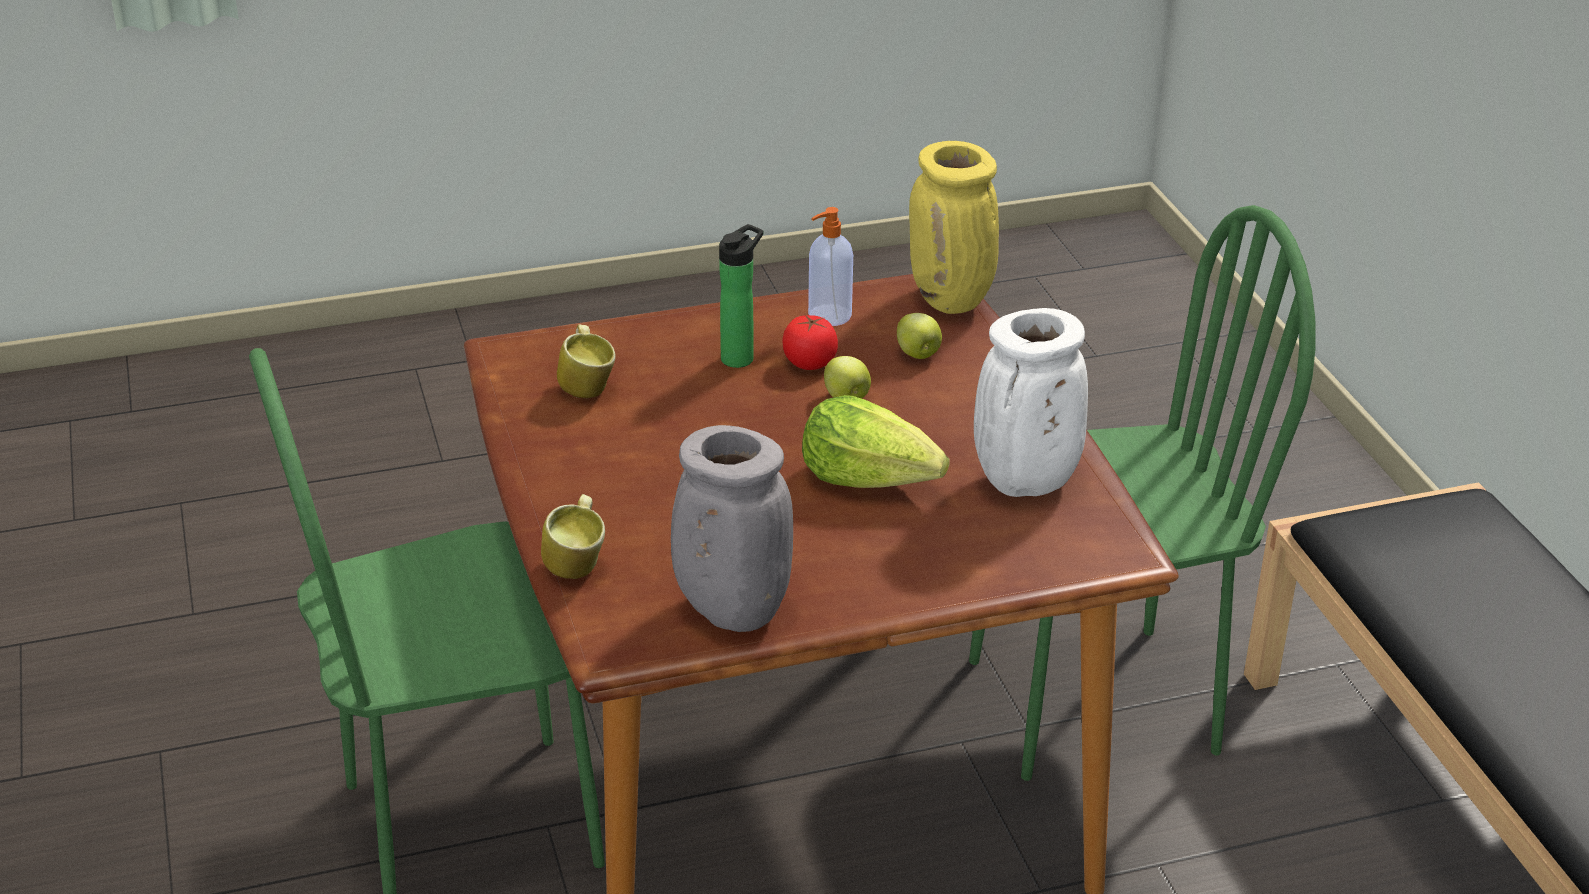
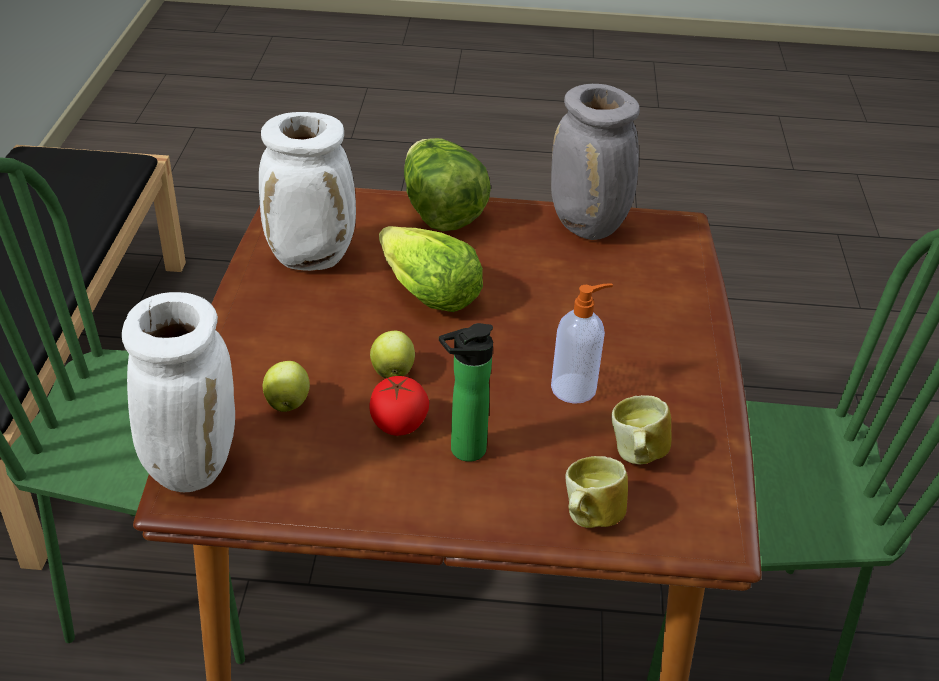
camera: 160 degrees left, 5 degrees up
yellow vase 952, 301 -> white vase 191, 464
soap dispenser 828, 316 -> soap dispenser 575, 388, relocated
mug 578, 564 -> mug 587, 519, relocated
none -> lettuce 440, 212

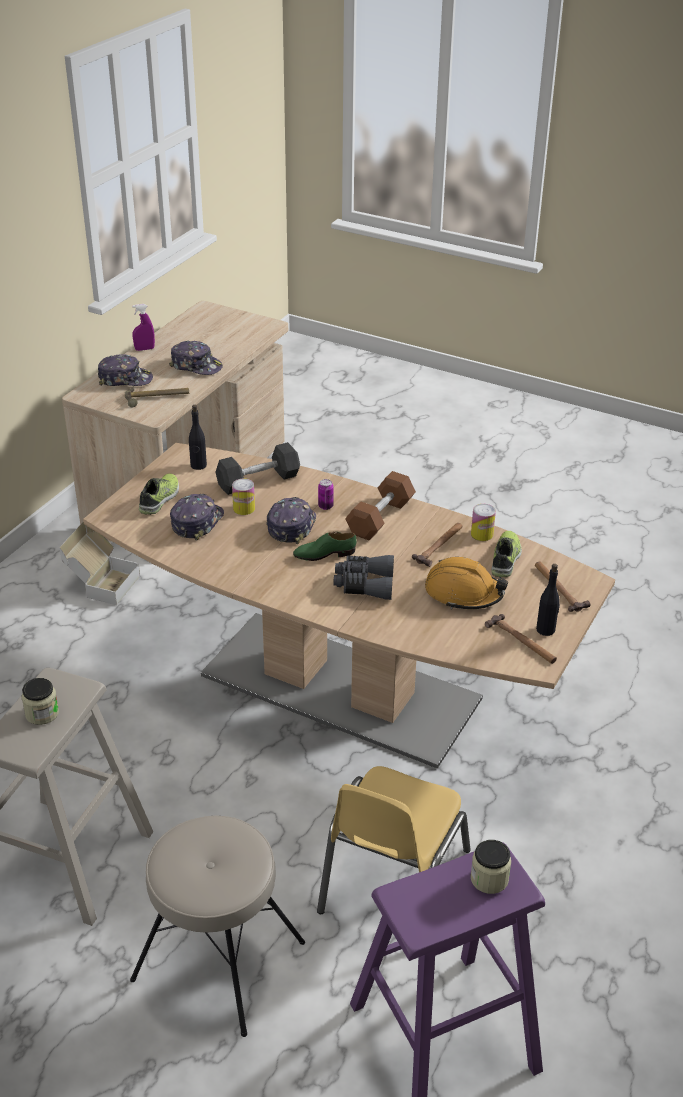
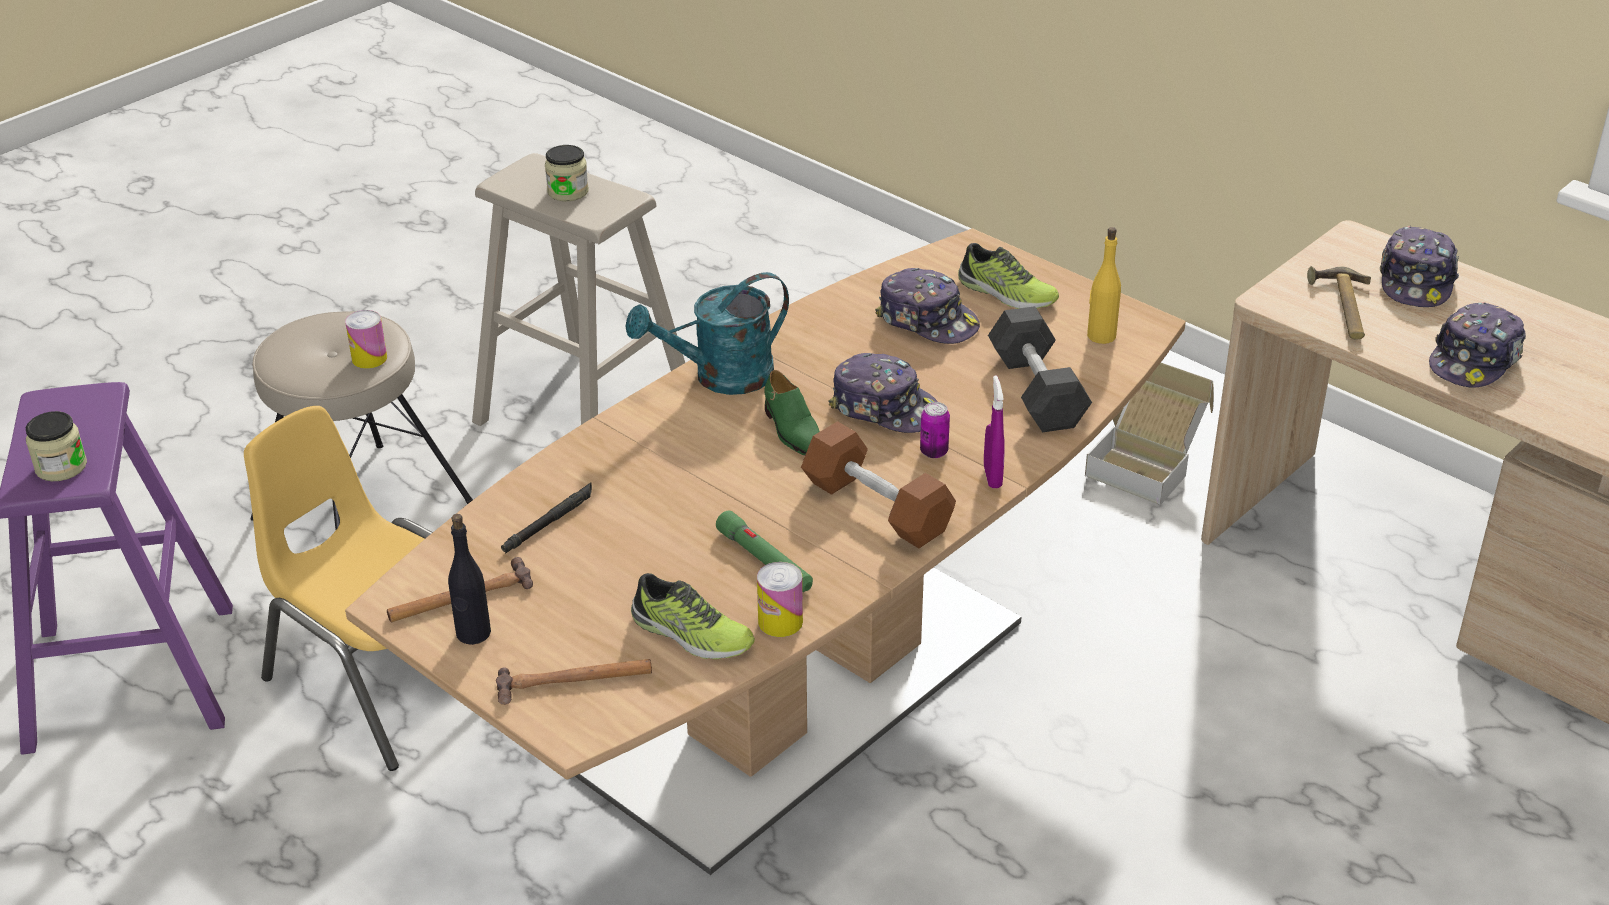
camera: 105 degrees right, 0 degrees up
purple spray bottle 144, 349 -> purple spray bottle 992, 477, relocated
black bottle 198, 465 -> yellow bottle 1101, 336
can 244, 508 -> can 369, 358, relocated
hammer 440, 545 -> green flashlight 765, 561
green shoe 324, 554 -> green shoe 792, 431, 150 degrees clockwise
grey binoculars 364, 584 -> none
orange hard hat 463, 593 -> none
none -> turquoise watering can 720, 378
none -> black flashlight 549, 522

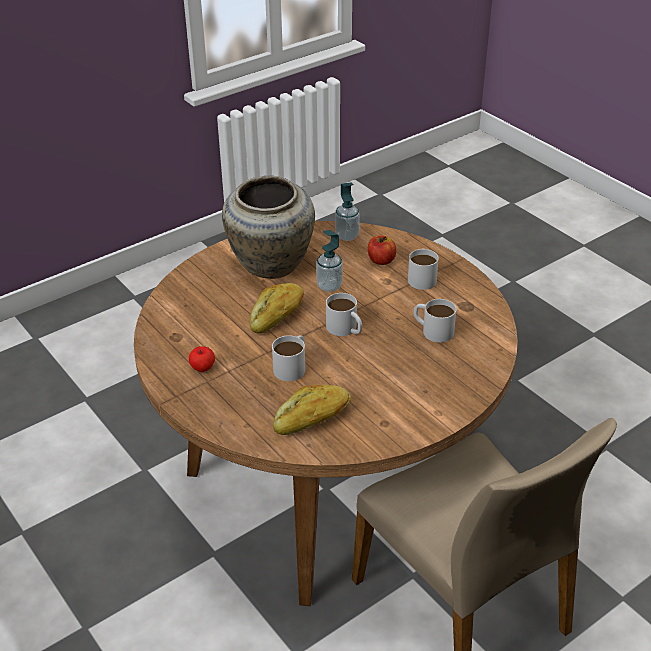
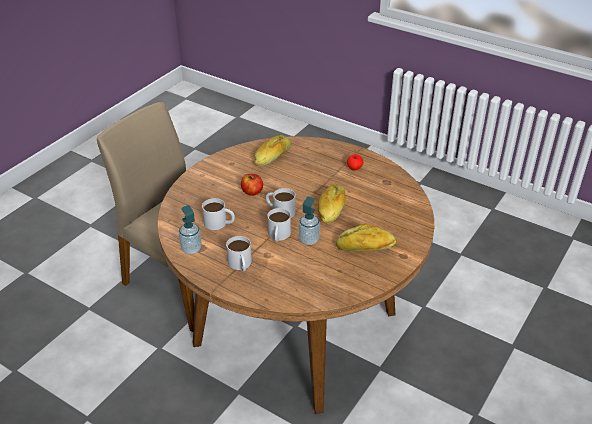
camera: 160 degrees right, 0 degrees up
beige vase 269, 265 -> bread 365, 247
soap dispenser 347, 236 -> soap dispenser 191, 249, relocated
apple 381, 260 -> apple 252, 192, relocated
white mug 292, 366 -> white mug 278, 236, relocated

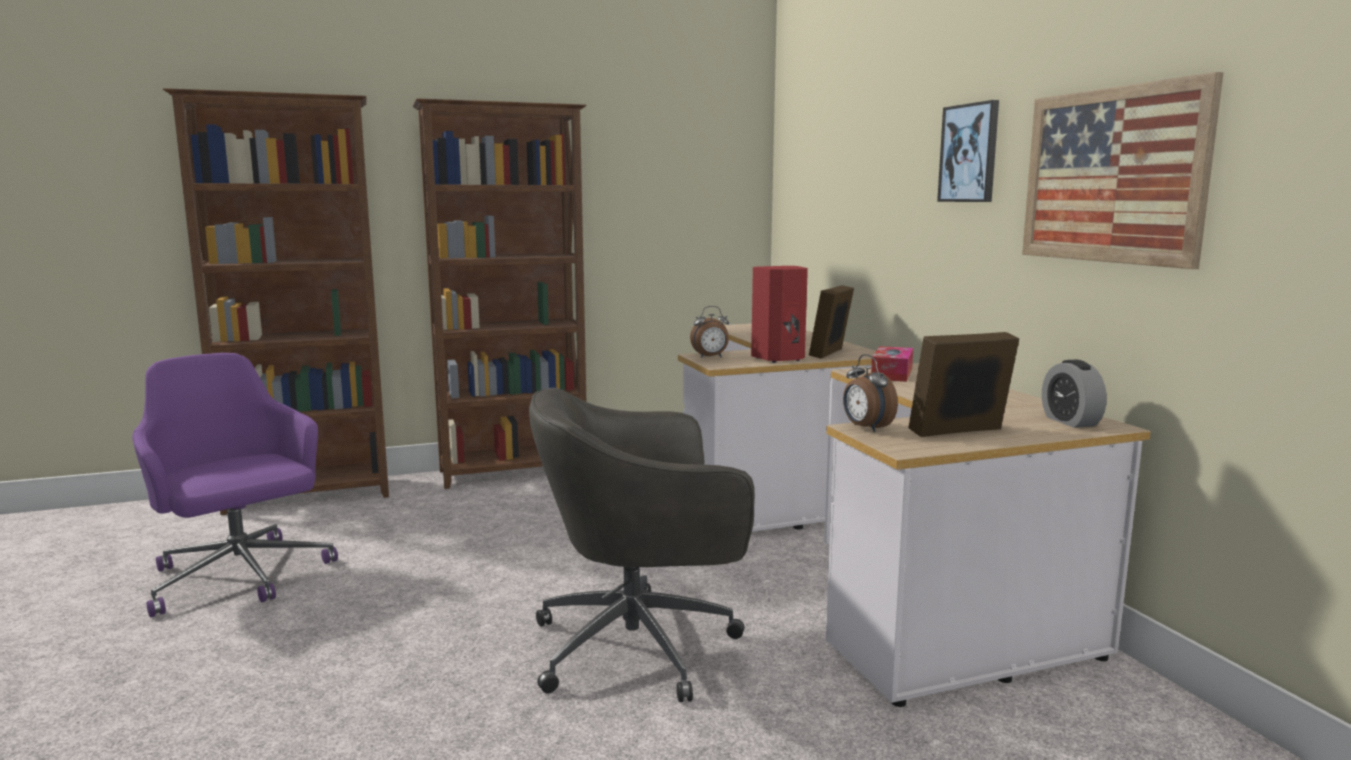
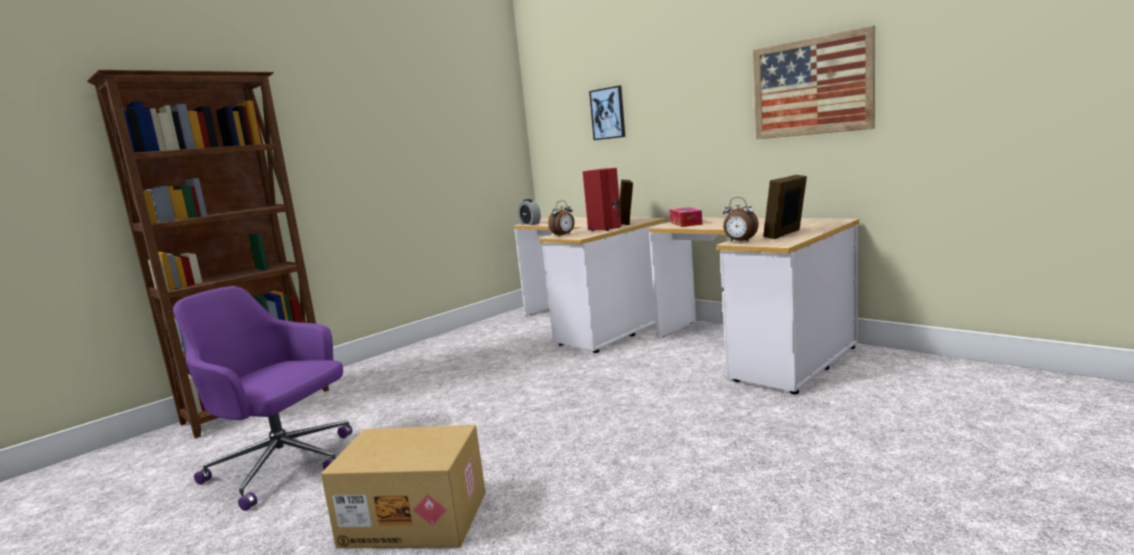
camera: 25 degrees left, 0 degrees up
brown bookcase 515, 472 -> none
picture 969, 153 -> picture 608, 113, relocated
alarm clock 1070, 421 -> alarm clock 530, 224, relocated
grey office chair 641, 646 -> none
none -> cardboard box 416, 517

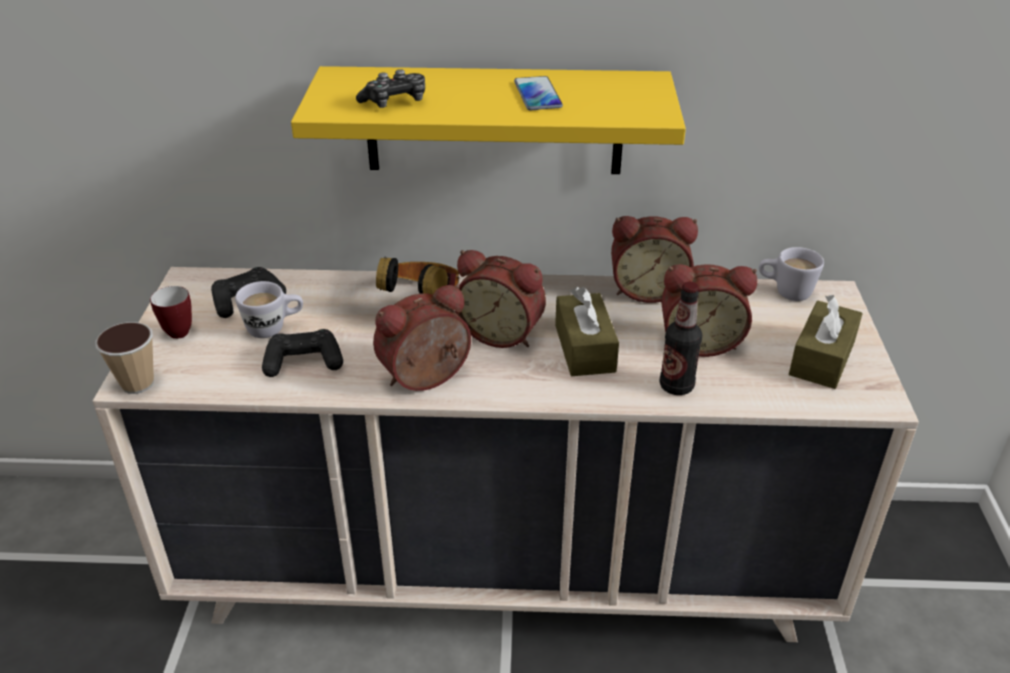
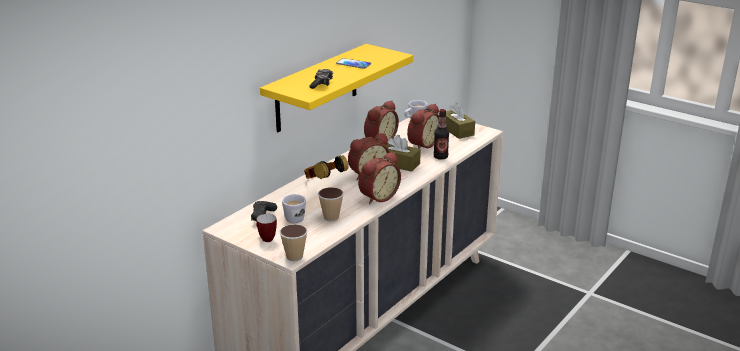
camera: 55 degrees left, 10 degrees down
alarm clock 427, 379 -> alarm clock 377, 197, 135 degrees counterclockwise
black game controller 303, 362 -> cup 331, 217

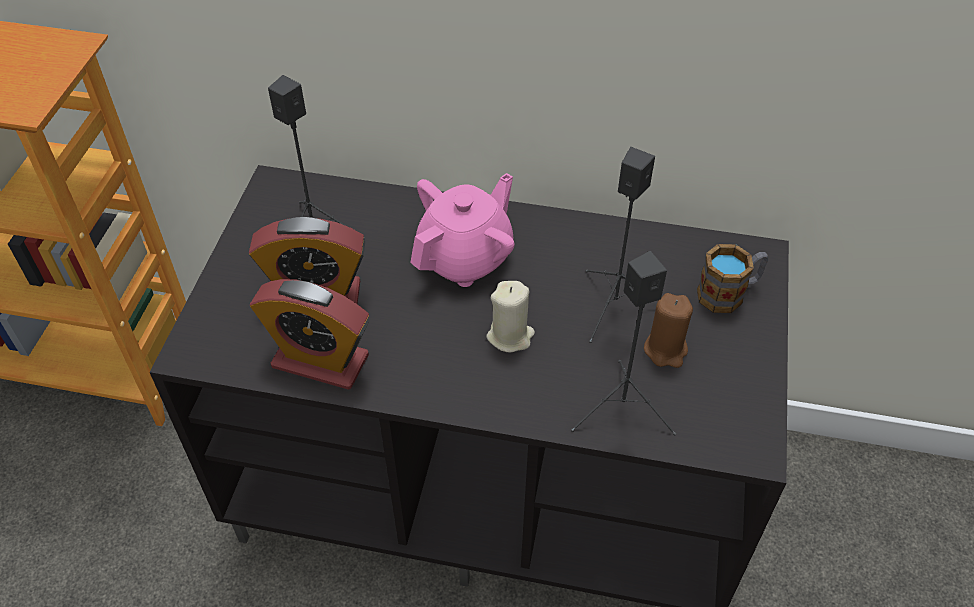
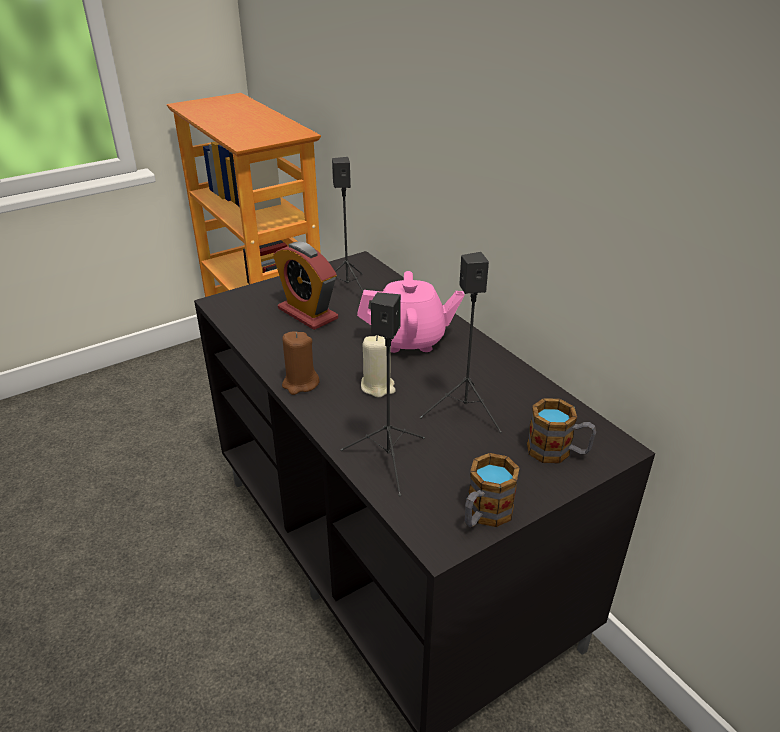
camera: 45 degrees right, 15 degrees down
alarm clock 320, 361 -> none
brown candle 665, 350 -> brown candle 300, 384, relocated
none -> mug 484, 515

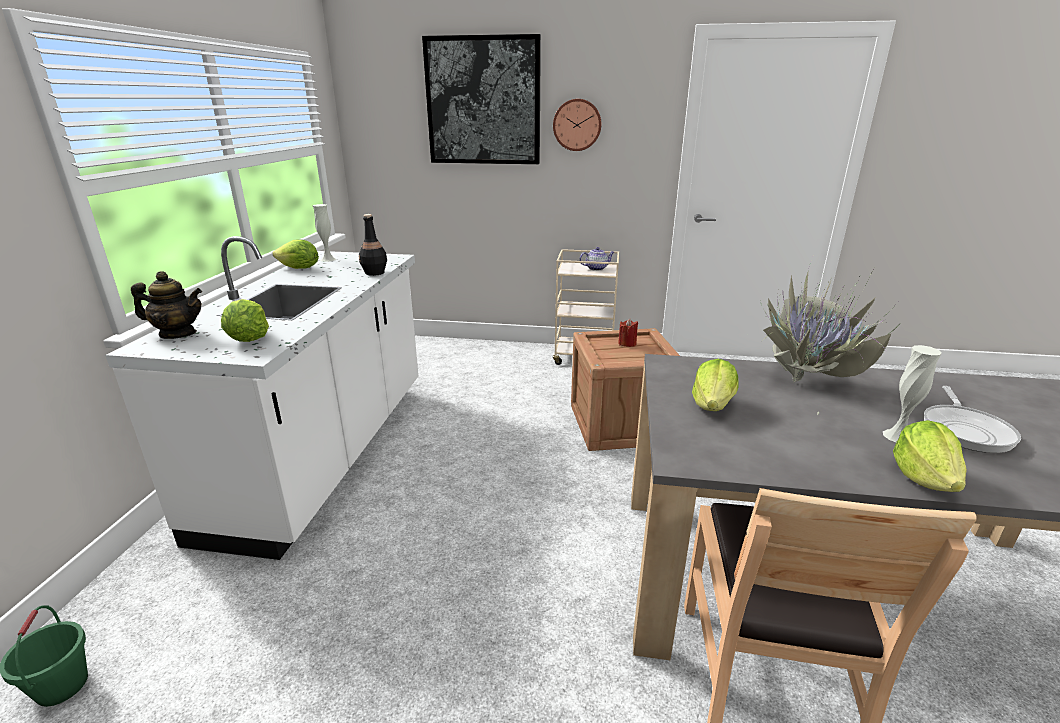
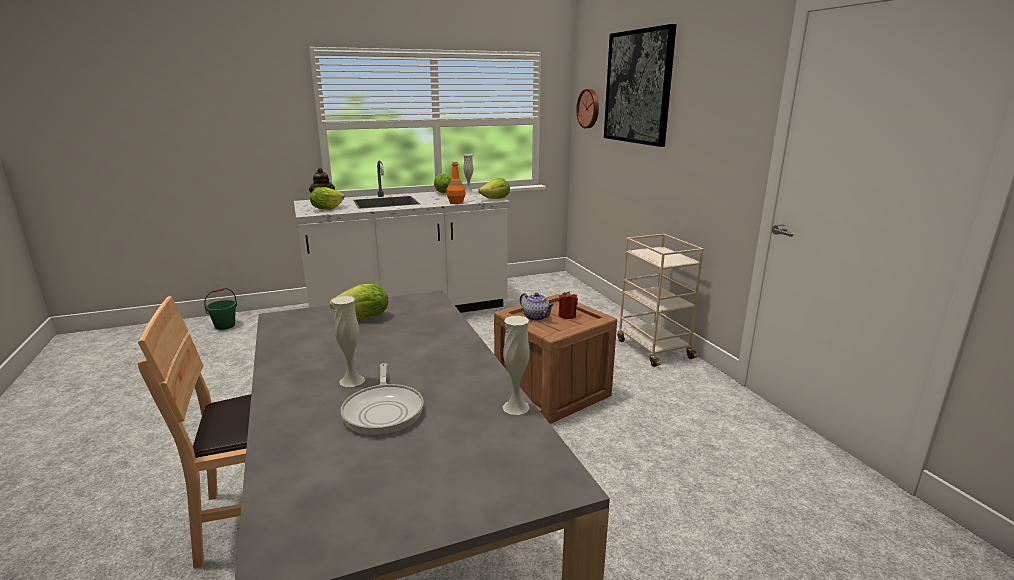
camera: 60 degrees right, 5 degrees down
wall clock 577, 125 -> wall clock 589, 108, relocated
black bottle 375, 273 -> orange bottle 456, 203
teapot 596, 268 -> teapot 536, 317, relocated
potted plant 807, 382 -> none
frying pan 965, 430 -> frying pan 384, 411, 90 degrees counterclockwise
lettuce 923, 478 -> lettuce 496, 199, relocated
none -> white vase 516, 407

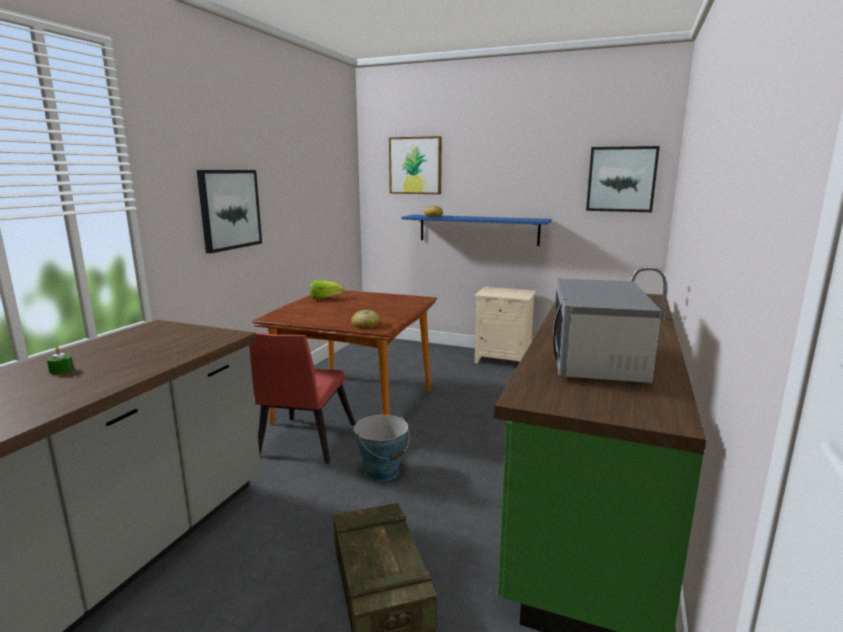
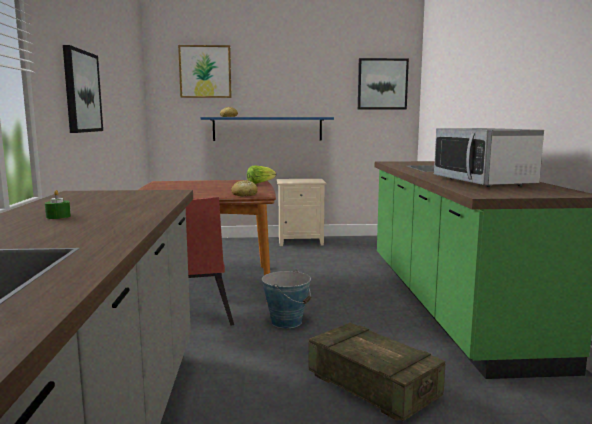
camera: 25 degrees left, 5 degrees down
lettuce 325, 298 -> lettuce 260, 183, relocated

